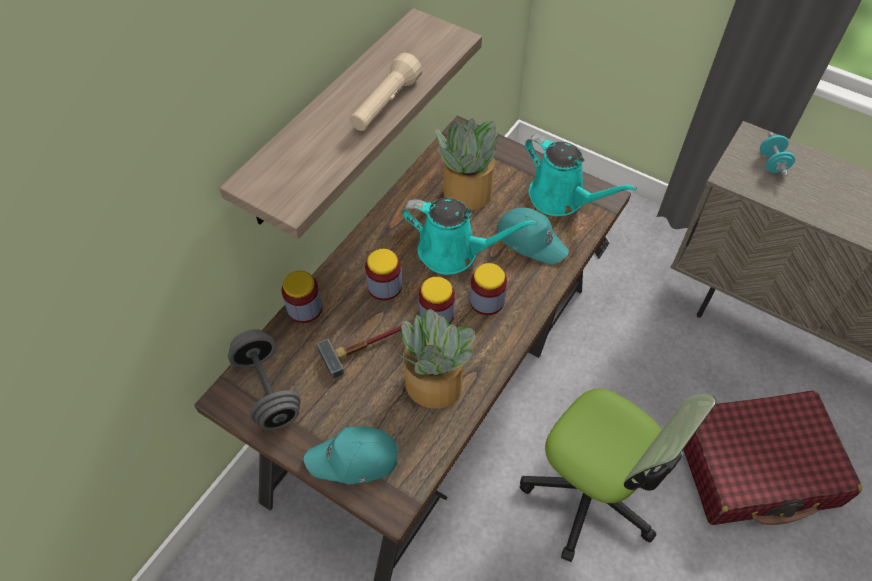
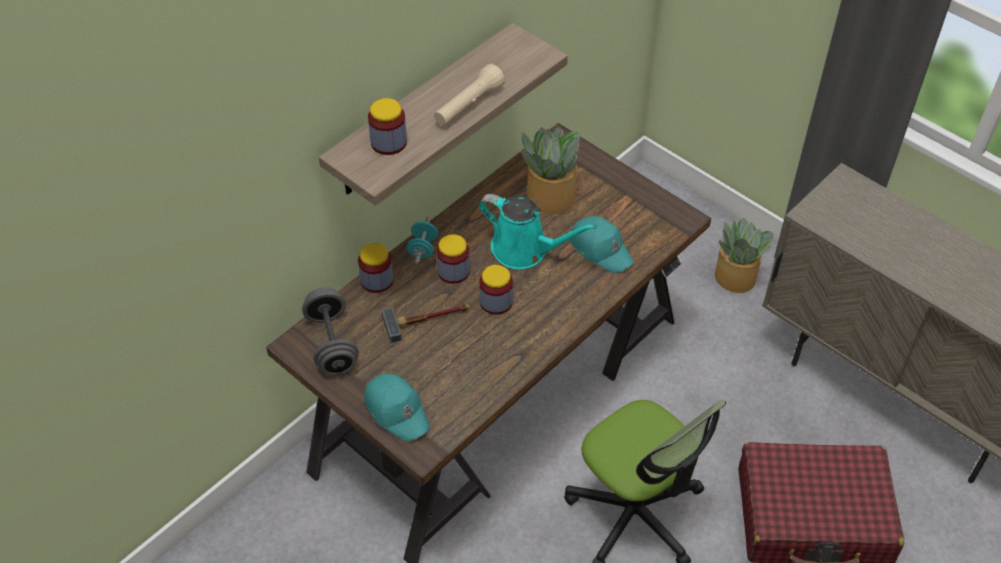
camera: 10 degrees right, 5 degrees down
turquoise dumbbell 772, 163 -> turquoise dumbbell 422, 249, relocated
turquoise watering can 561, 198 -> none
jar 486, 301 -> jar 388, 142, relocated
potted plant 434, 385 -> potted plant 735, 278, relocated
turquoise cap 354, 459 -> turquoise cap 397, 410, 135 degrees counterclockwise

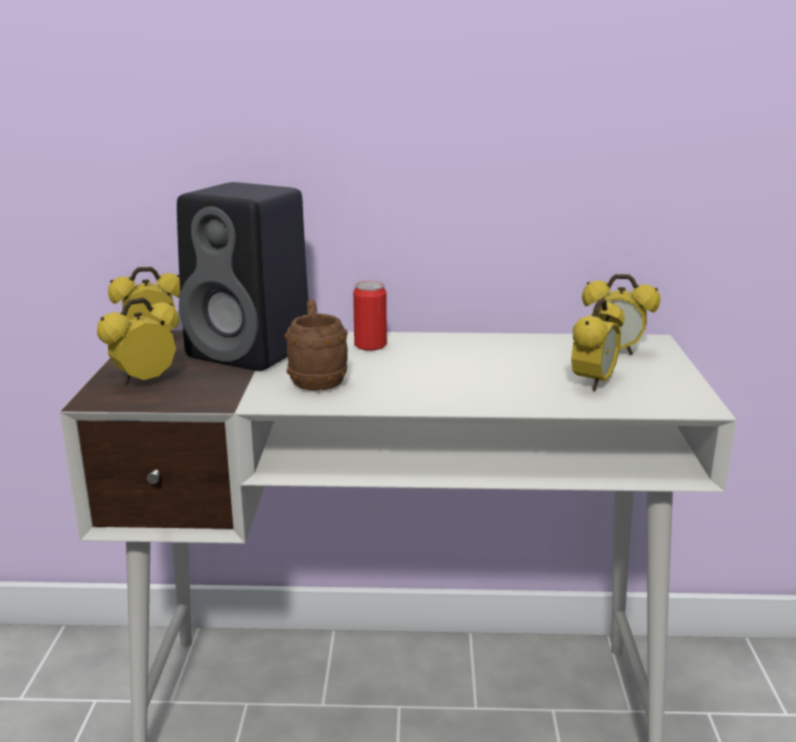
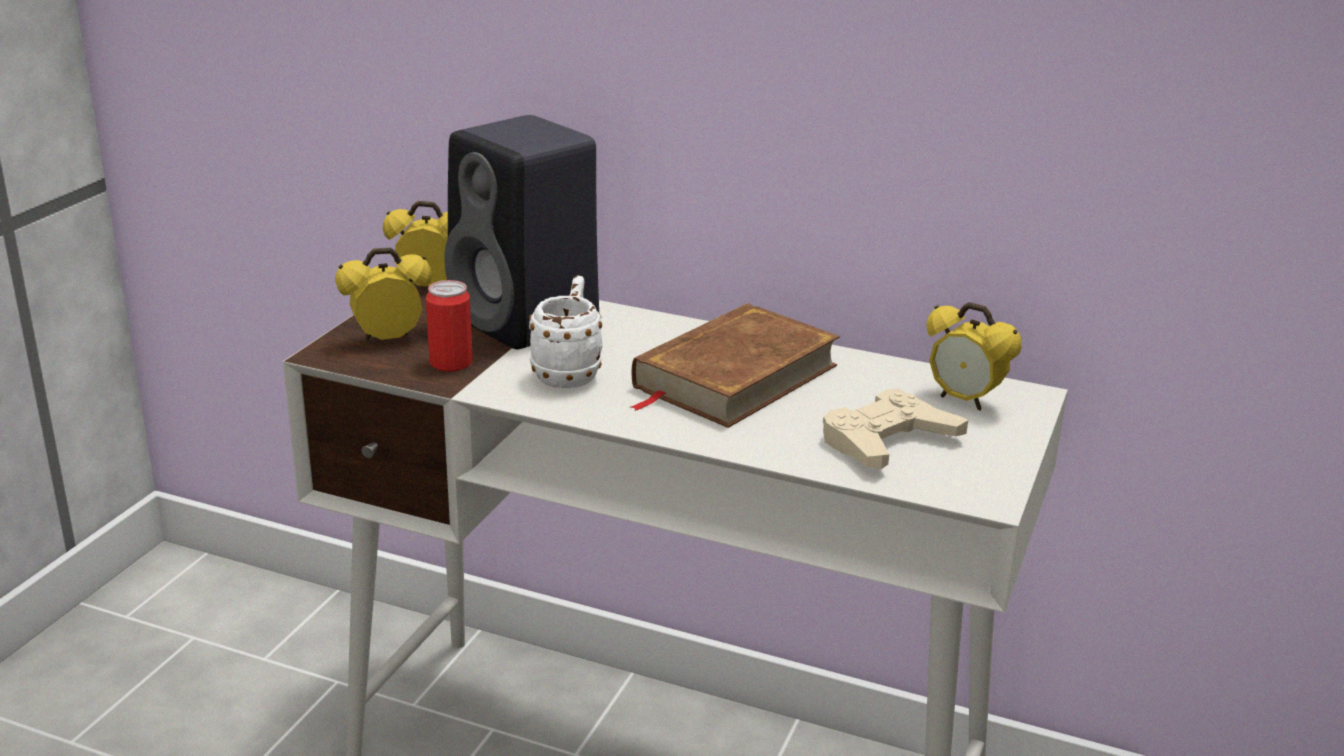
camera: 20 degrees right, 5 degrees up
can 370, 345 -> can 451, 363, relocated
alarm clock 593, 383 -> beige game controller 887, 441
brown mug 317, 379 -> white mug 569, 372
none -> brown book 734, 376

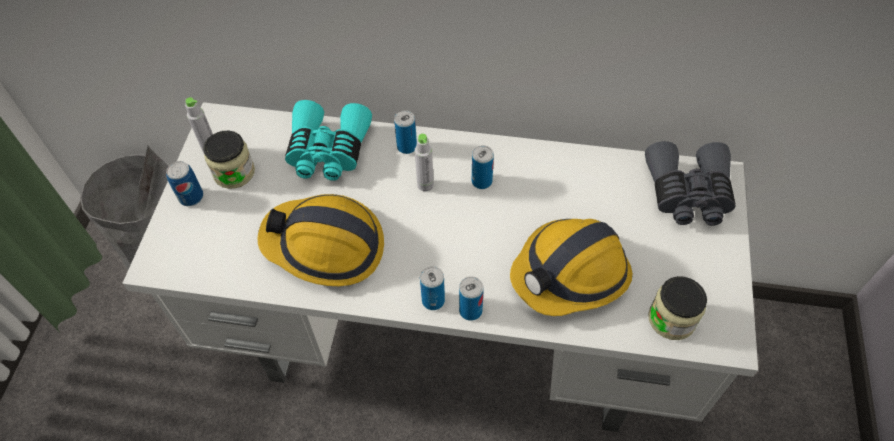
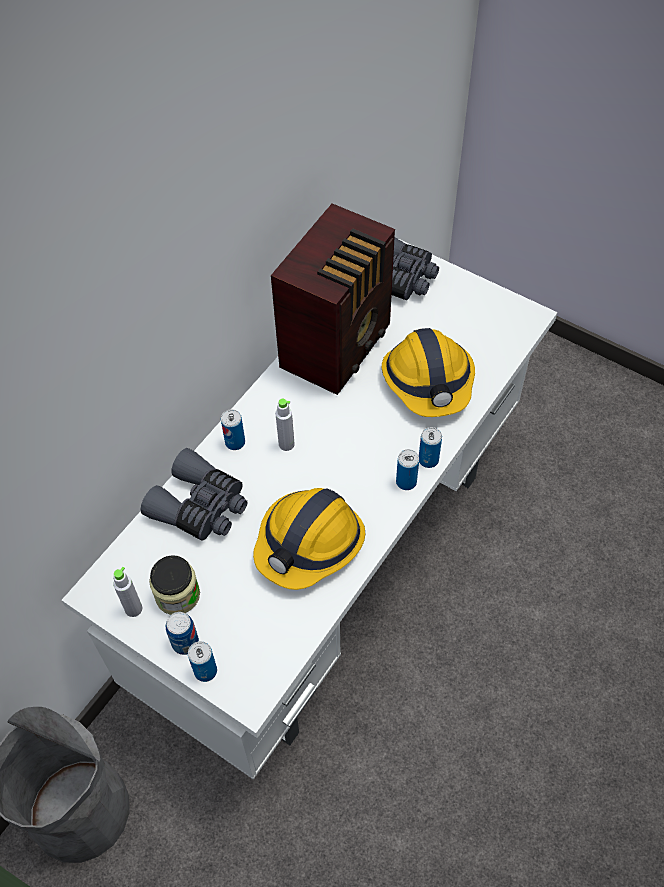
camera: 65 degrees left, 0 degrees up
turquoise binoculars 327, 151 -> grey binoculars 201, 506
can 481, 181 -> can 205, 671, relocated
jar 671, 319 -> none
none -> radio 339, 345

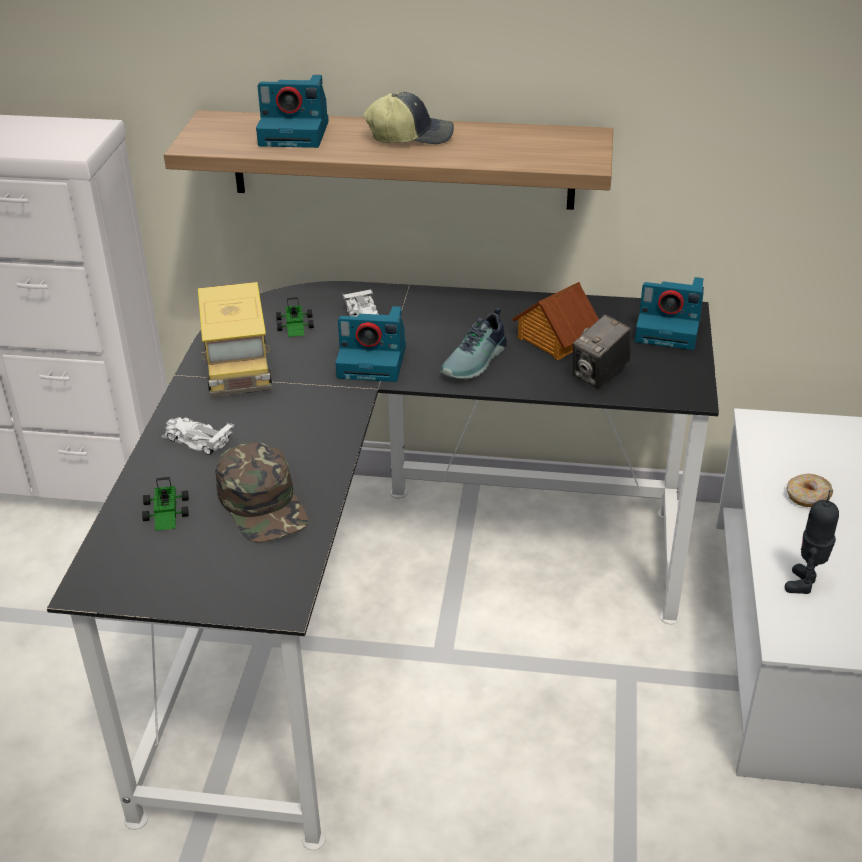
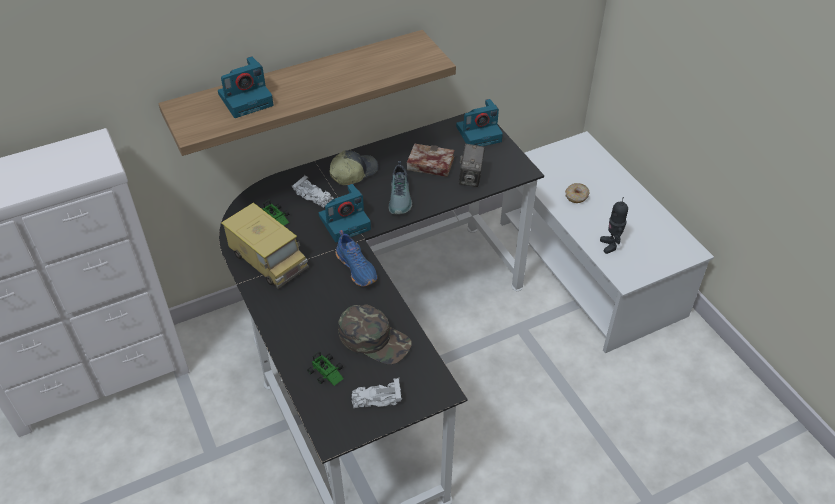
camera: 35 degrees left, 10 degrees up
cap 410, 136 -> cap 353, 172, relocated
toy house 555, 339 -> book 428, 165
white toy car 197, 440 -> white toy car 376, 398, relocated
none -> blue shoe 357, 268

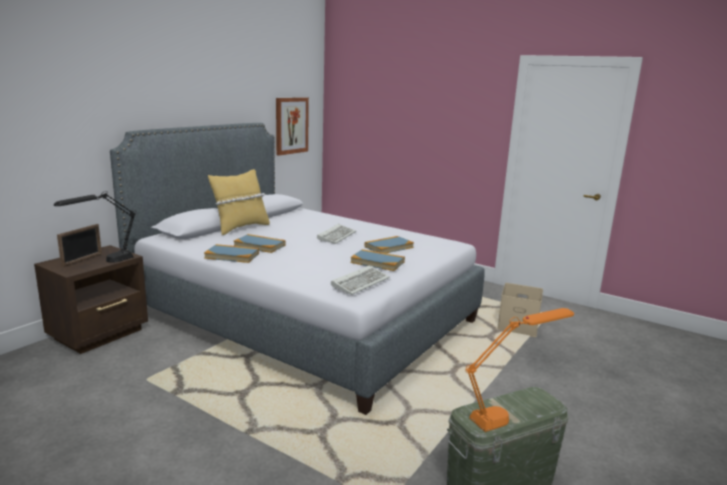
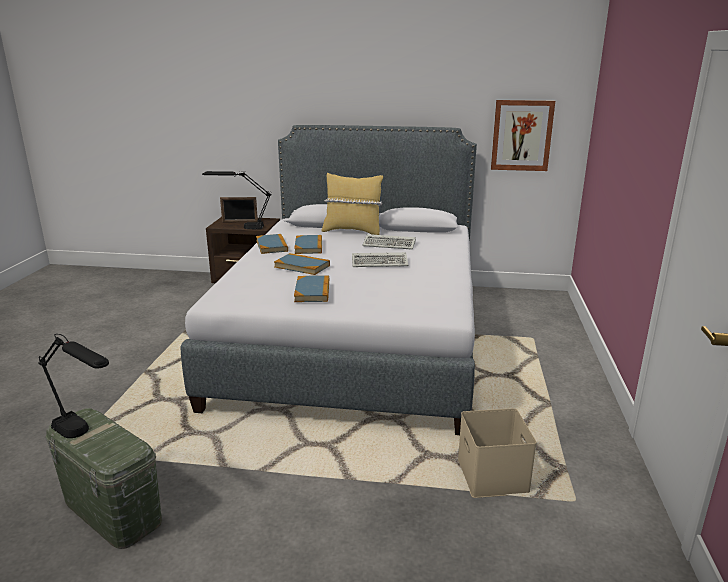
camera: 65 degrees right, 5 degrees up
book 389, 247 -> book 302, 266, relocated
keyboard 361, 282 -> keyboard 390, 244, relocated
orange table lamp 510, 414 -> black table lamp 85, 437

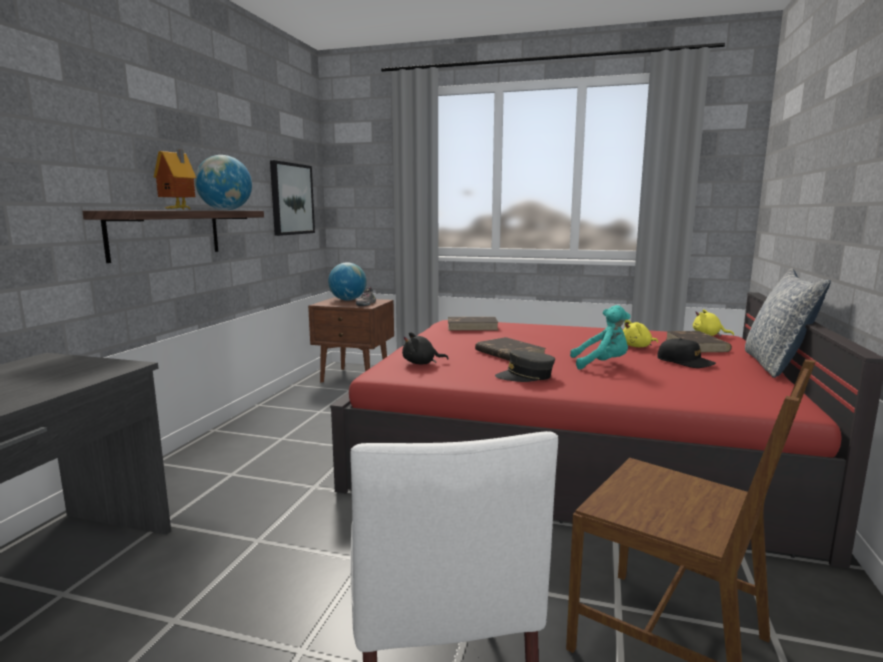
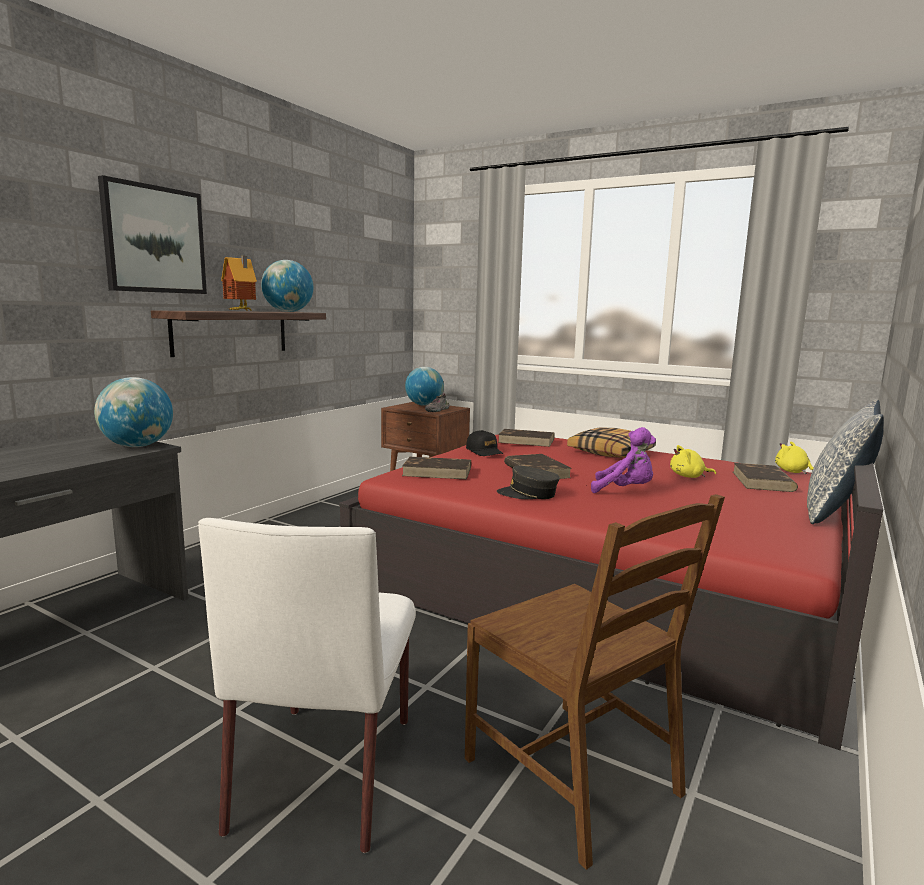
camera: 15 degrees right, 0 degrees up
picture 291, 199 -> picture 154, 240, relocated
turquoise plush toy 601, 364 -> purple plush toy 624, 490
black plush toy 421, 363 -> brown book 438, 472
black cap 685, 362 -> black cap 484, 451, relocated
none -> globe 137, 446
none -> pillow 611, 453

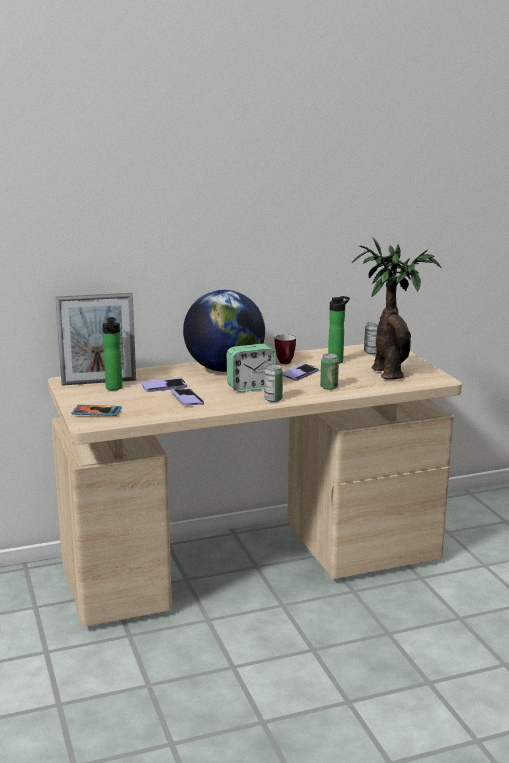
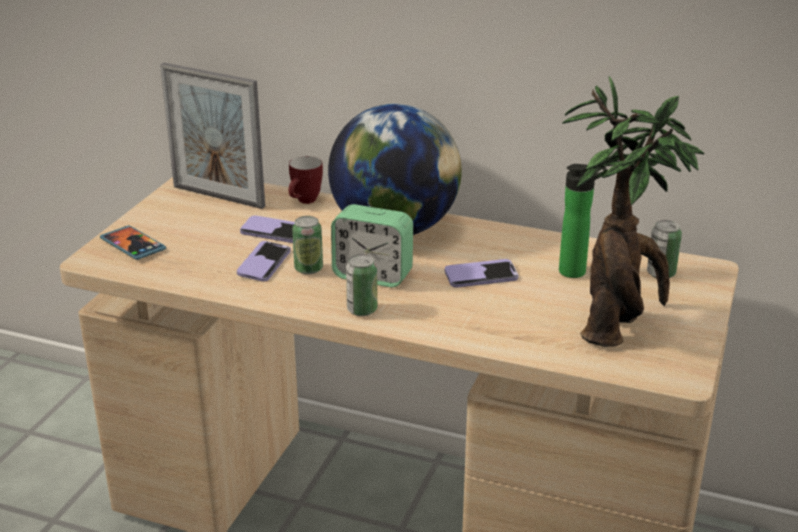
camera: 40 degrees right, 10 degrees up
bottle 114, 388 -> none
mug 285, 363 -> mug 304, 202, relocated
can 329, 387 -> can 308, 269, relocated

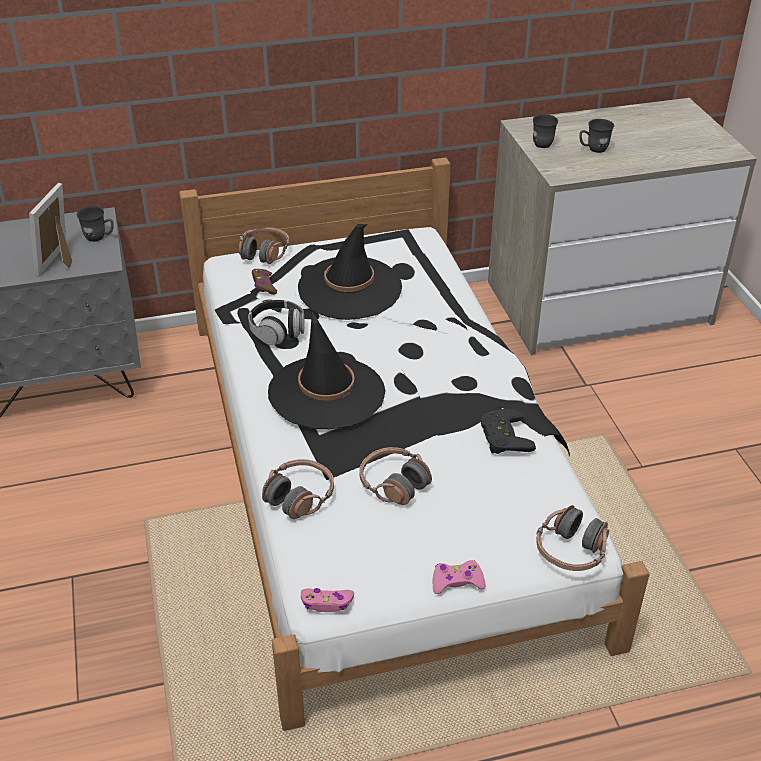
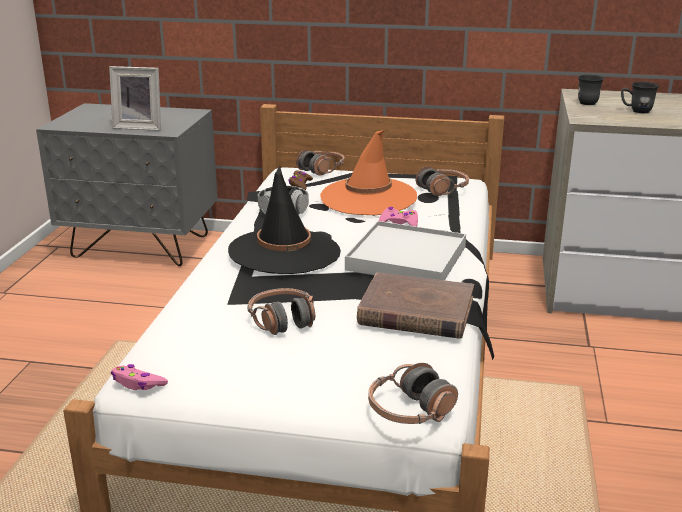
camera: 25 degrees right, 15 degrees down
picture frame 61, 261 -> picture frame 140, 127, 120 degrees counterclockwise
grey mug 99, 237 -> none
black hat 350, 288 -> orange hat 368, 197
black game controller 502, 436 -> brown book 416, 311
headphones 299, 496 -> headphones 442, 189, relocated
pink game controller 457, 581 -> pink game controller 399, 223, relocated
none -> white tray 407, 258

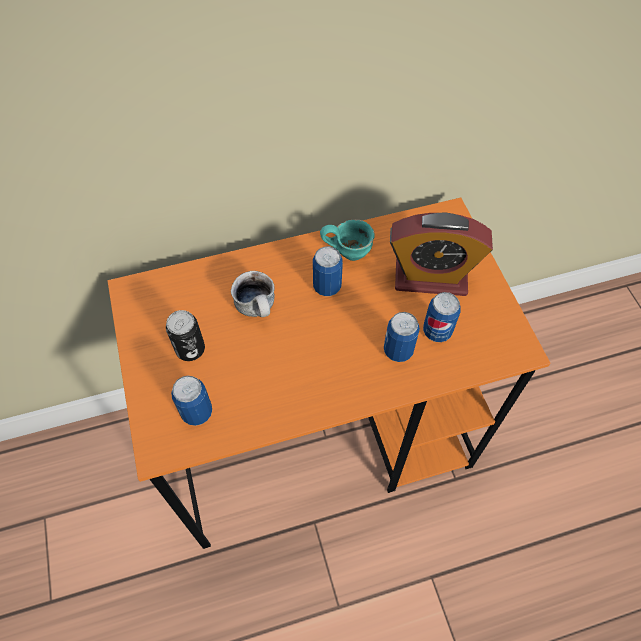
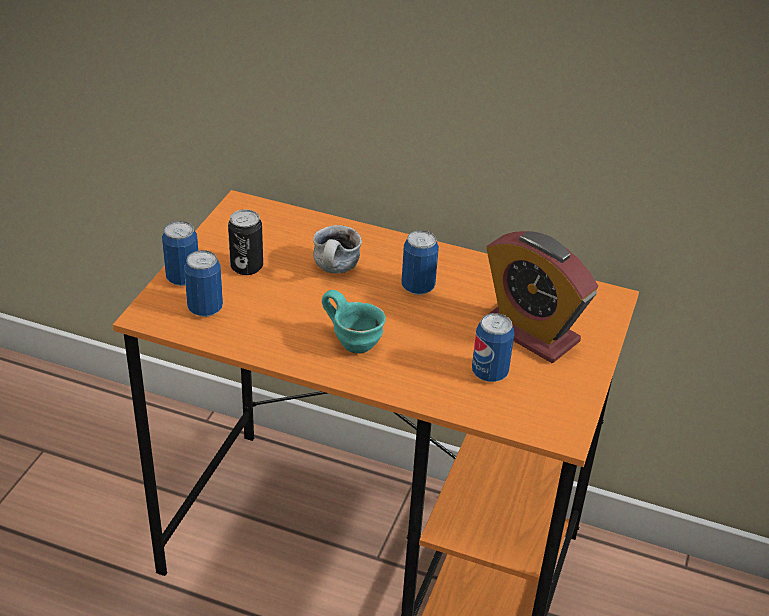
camera: 35 degrees right, 20 degrees down
turquoise mug 348, 251 -> turquoise mug 355, 342, relocated
can 398, 350 -> can 183, 278, relocated

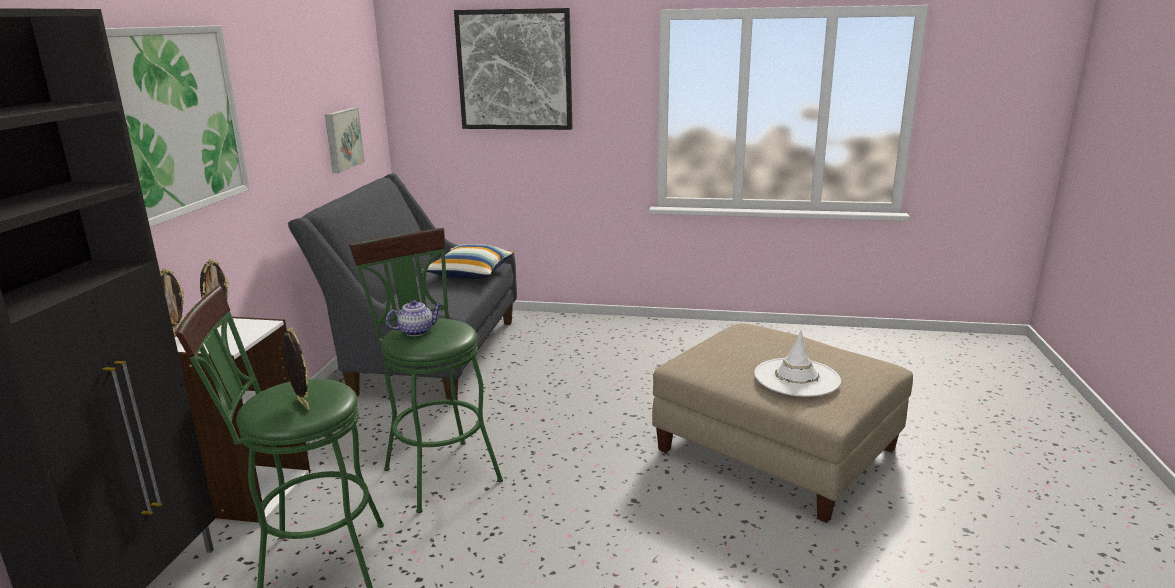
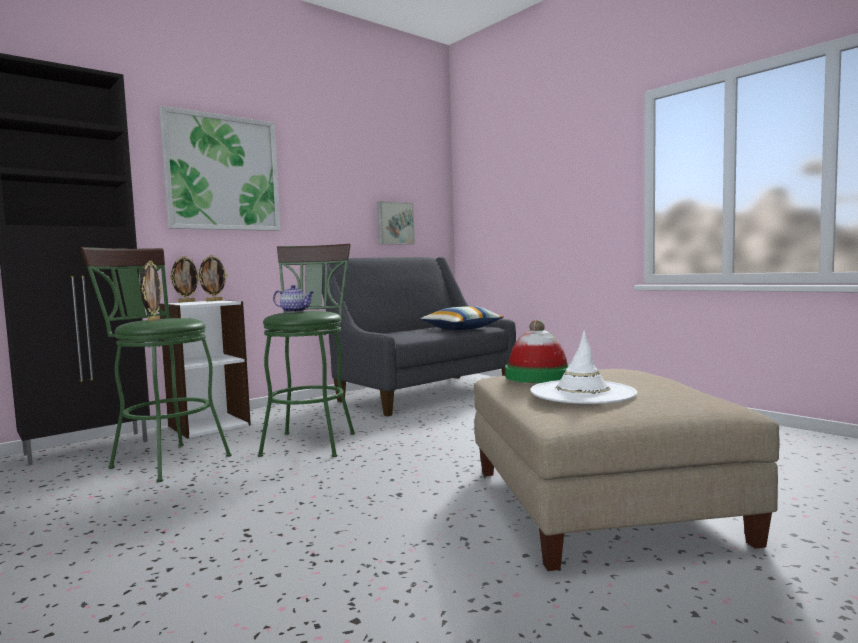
camera: 40 degrees right, 15 degrees down
picture 514, 70 -> none
none -> hat 537, 376

